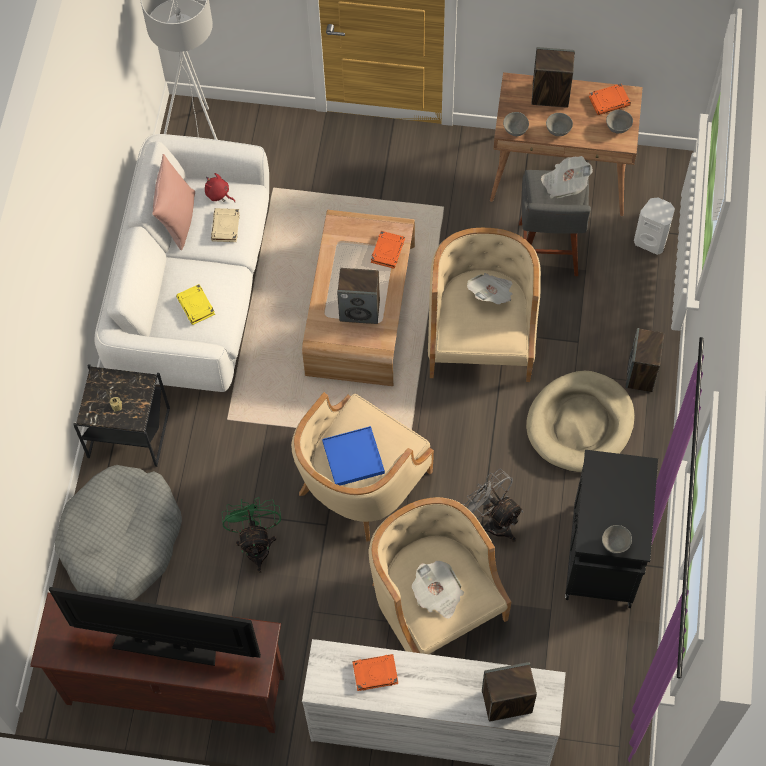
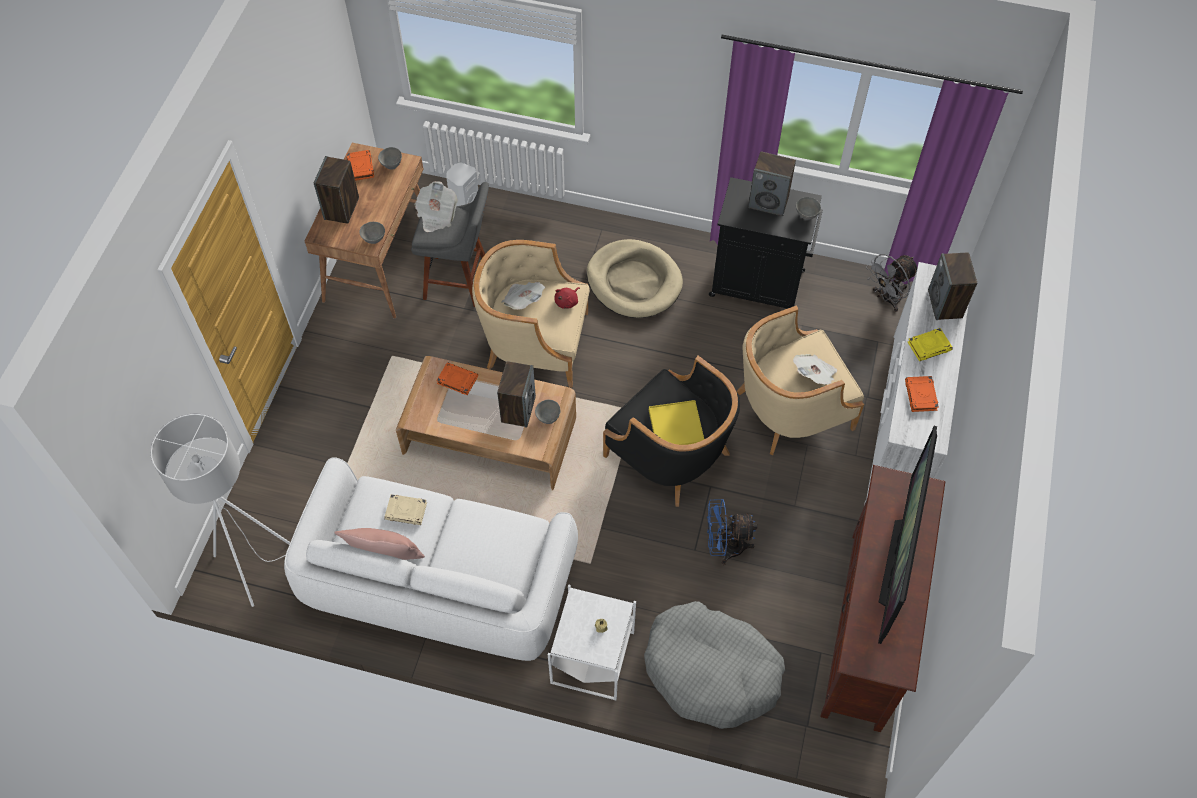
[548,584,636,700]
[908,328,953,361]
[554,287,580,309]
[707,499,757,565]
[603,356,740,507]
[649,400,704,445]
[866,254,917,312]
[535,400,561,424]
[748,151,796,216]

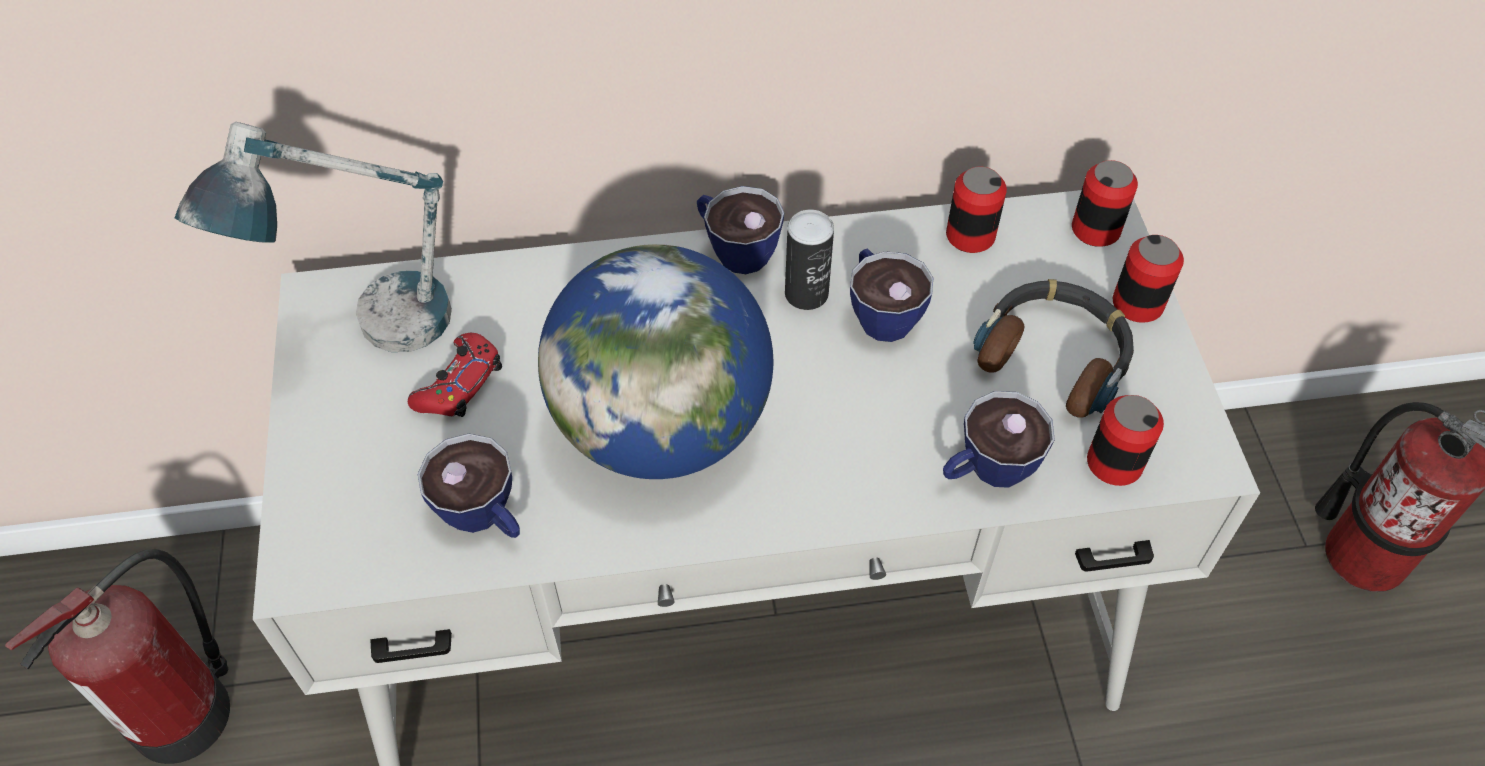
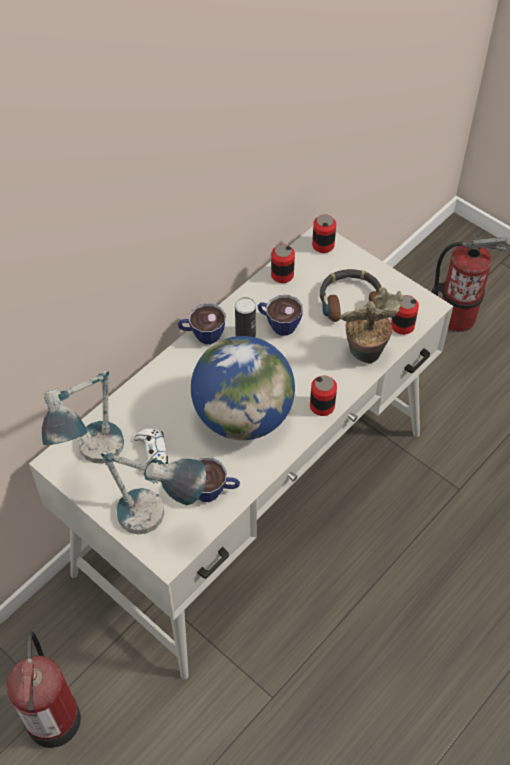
[134,429,168,475]
[339,287,403,363]
[310,376,337,416]
[101,451,206,534]

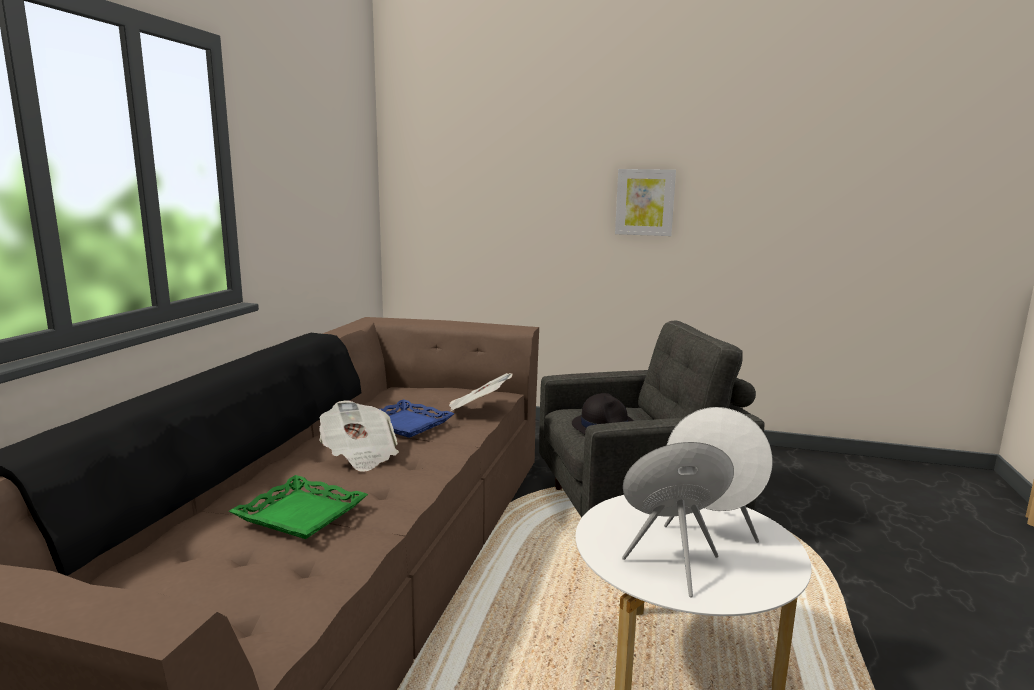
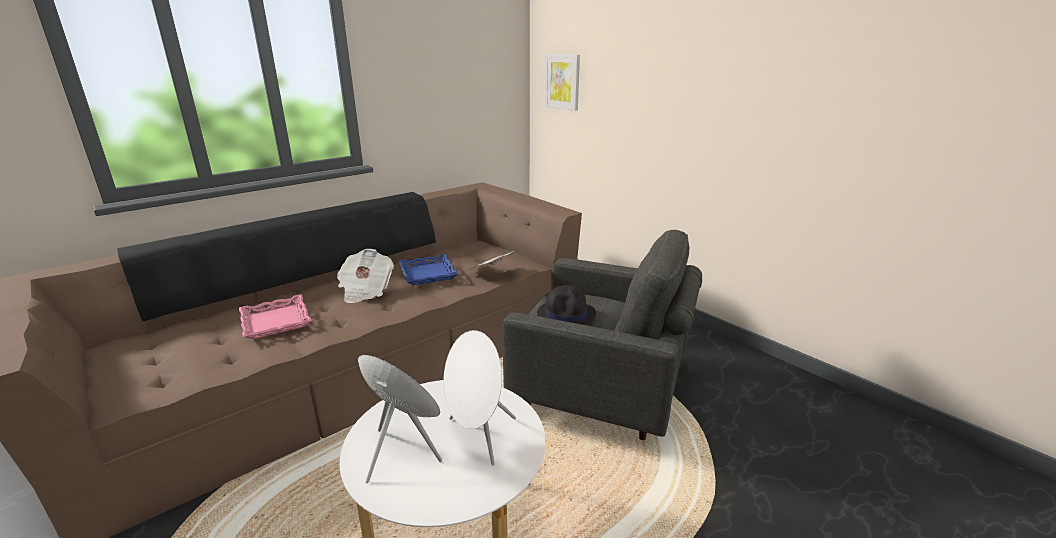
[239,294,312,339]
[545,54,580,111]

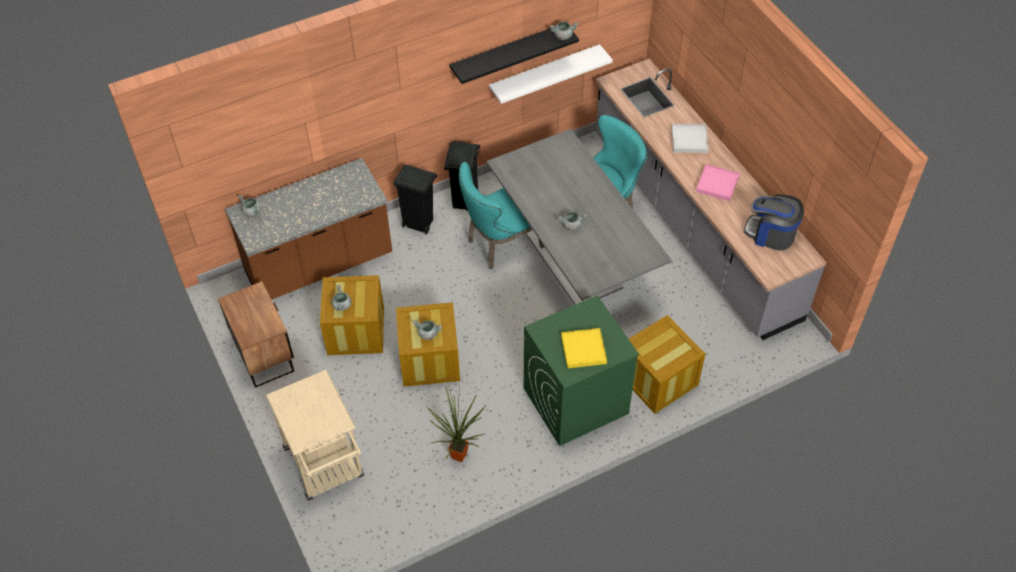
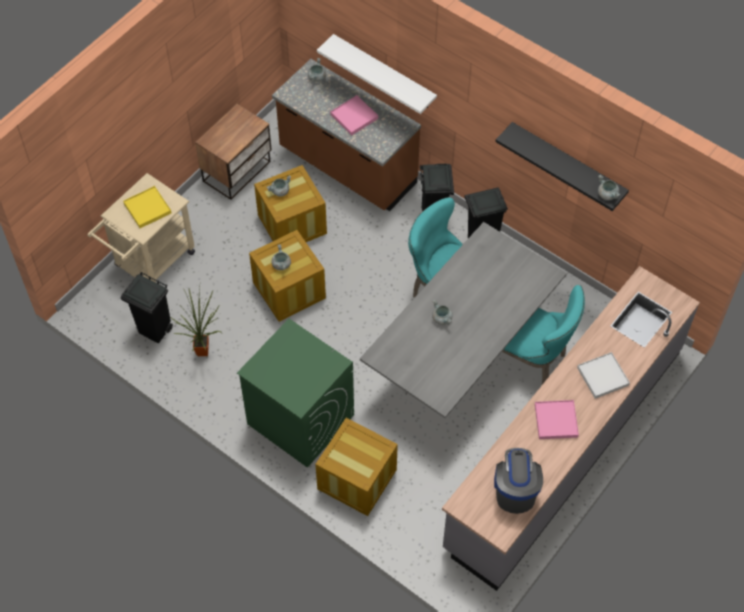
[317,34,437,114]
[123,186,171,228]
[120,272,173,343]
[330,95,378,136]

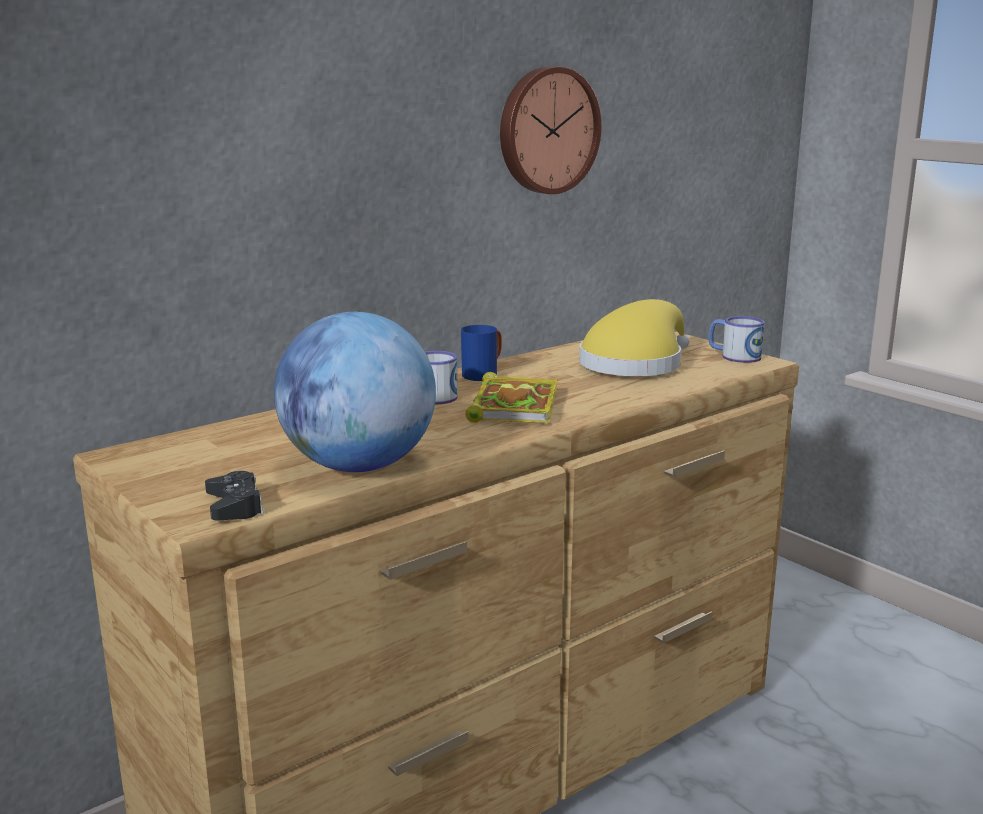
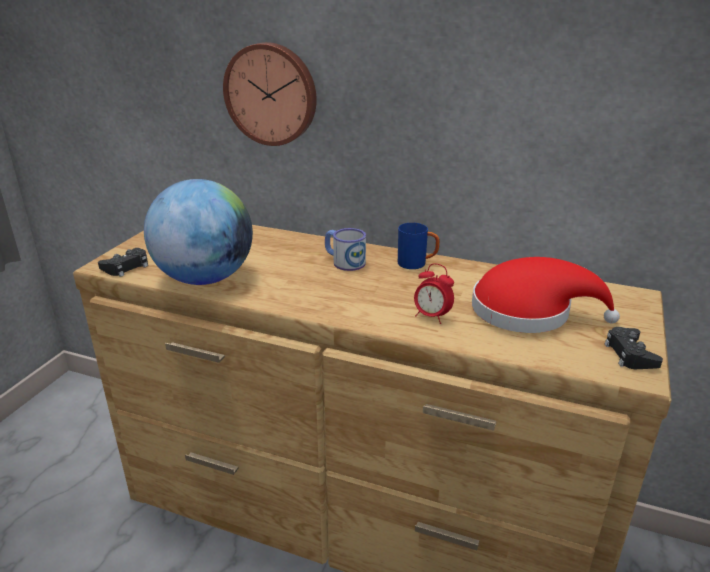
[465,372,558,423] (first image)
[223,42,317,146]
[472,257,620,333]
[605,327,663,369]
[414,263,454,324]

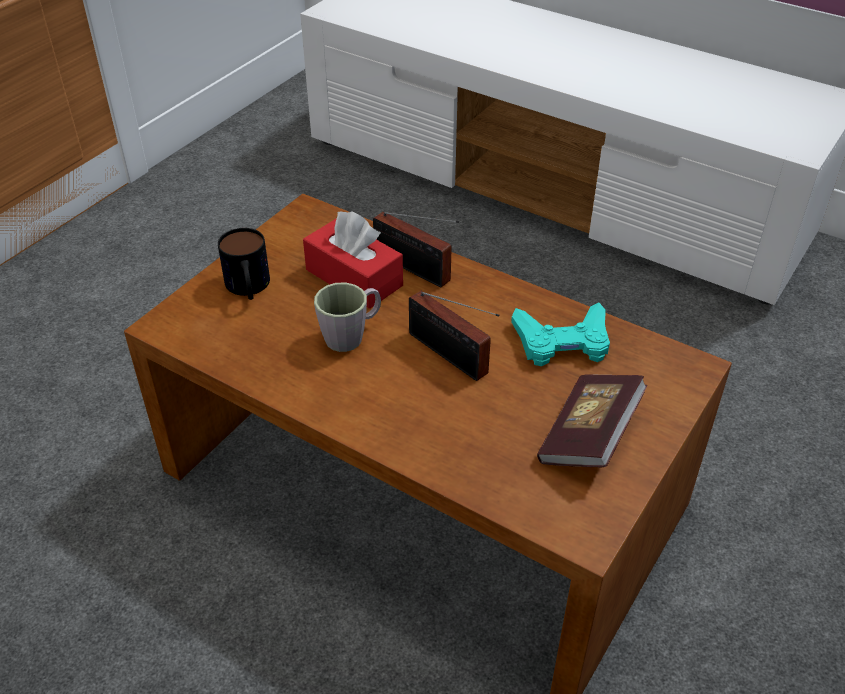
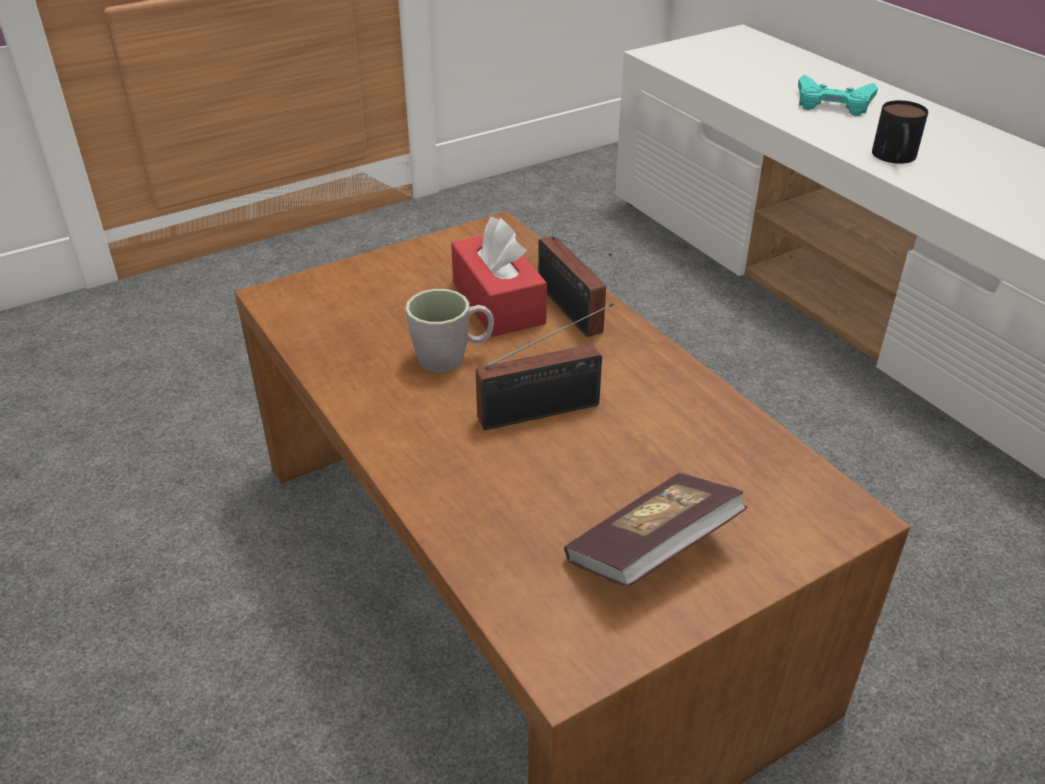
[872,100,928,164]
[476,303,614,430]
[798,75,878,116]

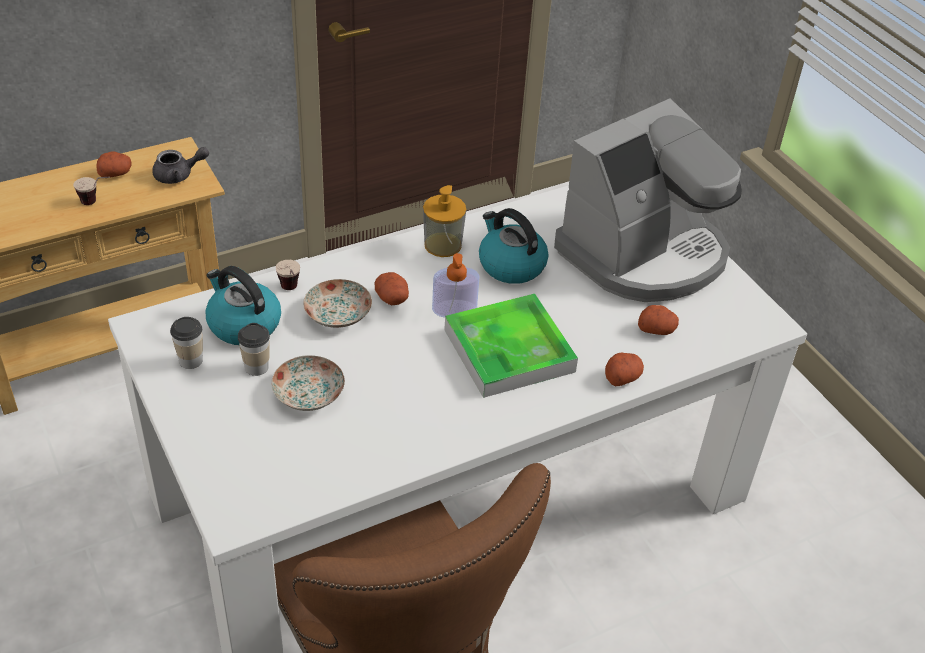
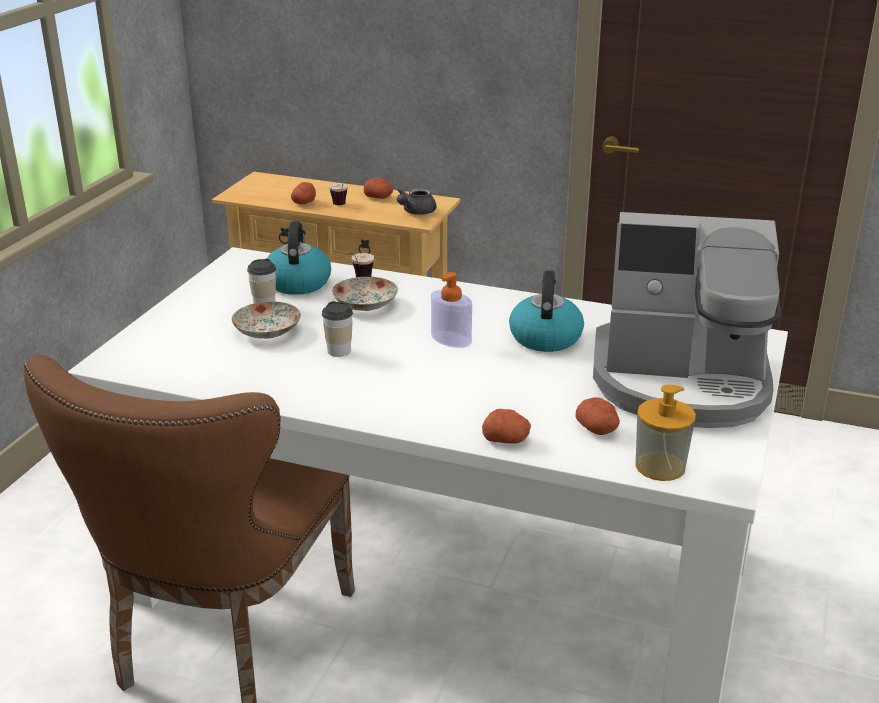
[397,188,436,215]
[322,301,353,357]
[291,182,316,204]
[635,385,696,481]
[444,294,578,398] (first image)

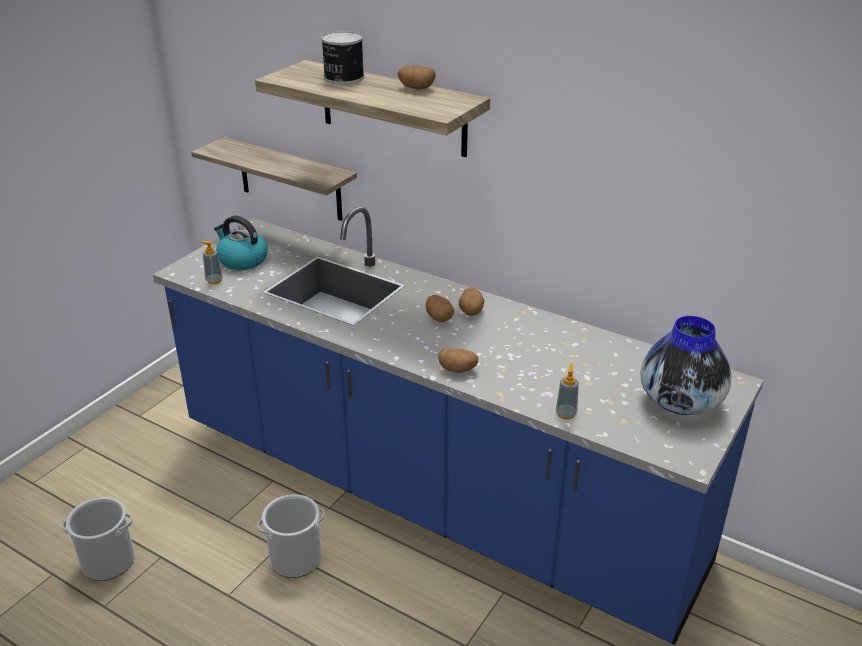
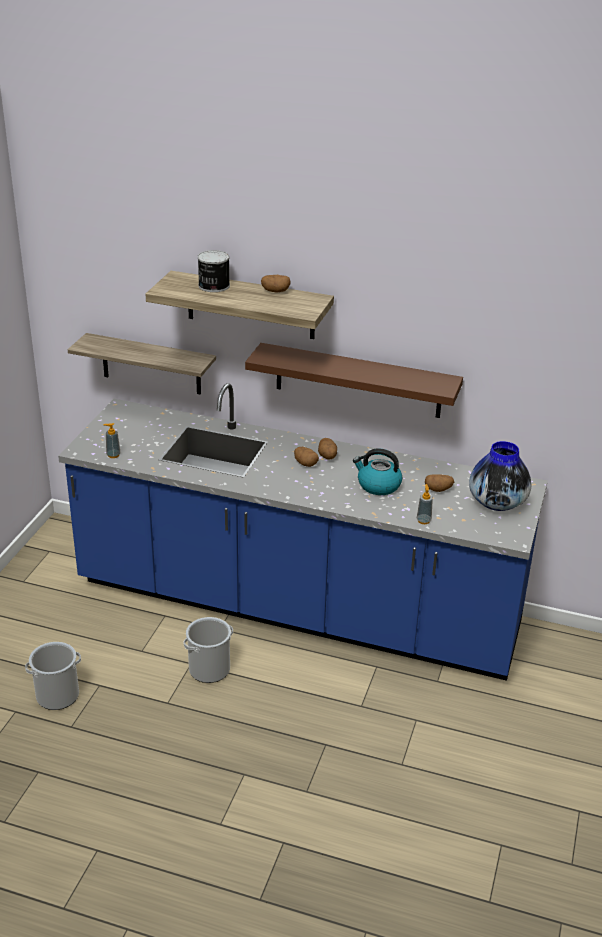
[353,448,402,495]
[425,474,454,492]
[245,343,463,418]

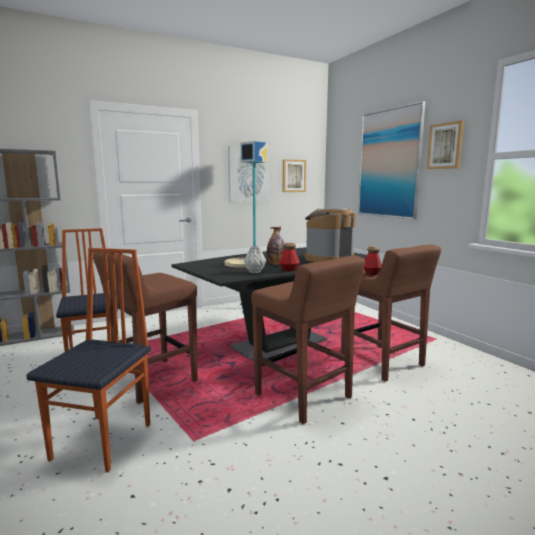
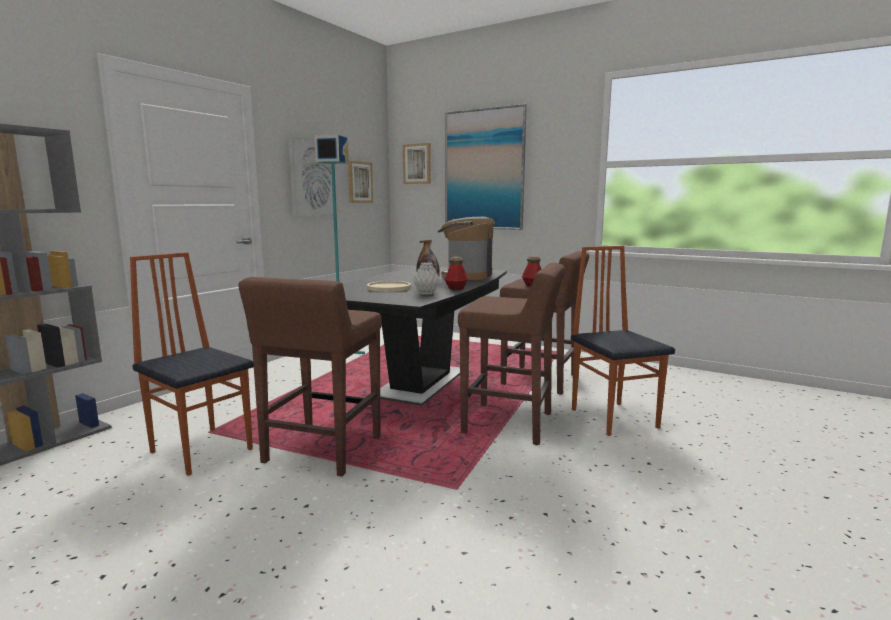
[571,246,675,436]
[403,143,431,184]

